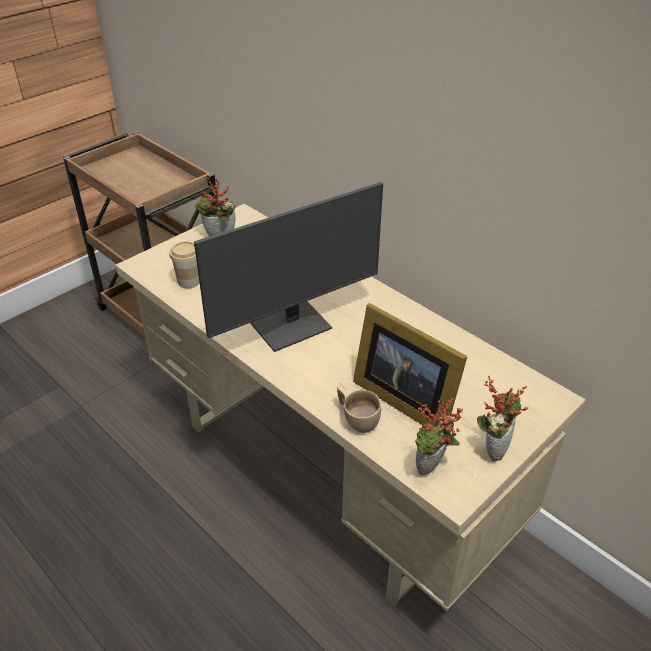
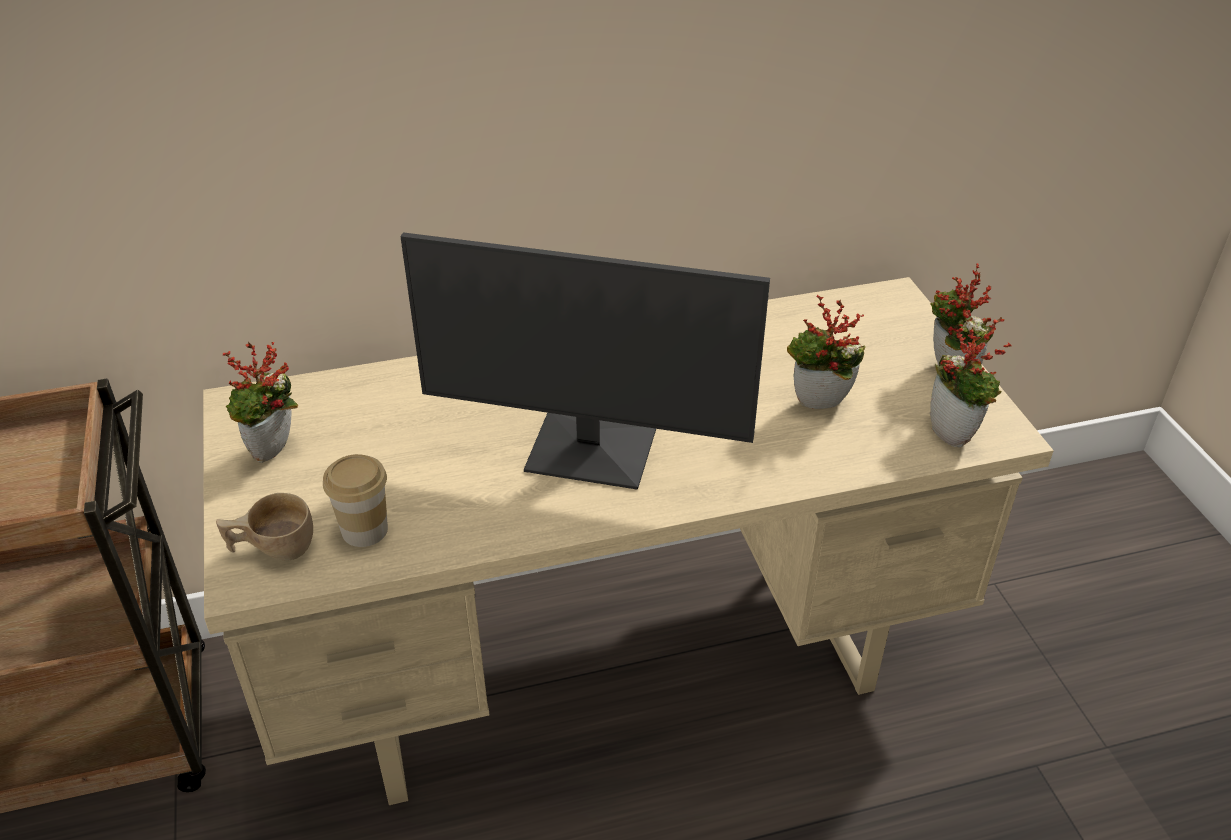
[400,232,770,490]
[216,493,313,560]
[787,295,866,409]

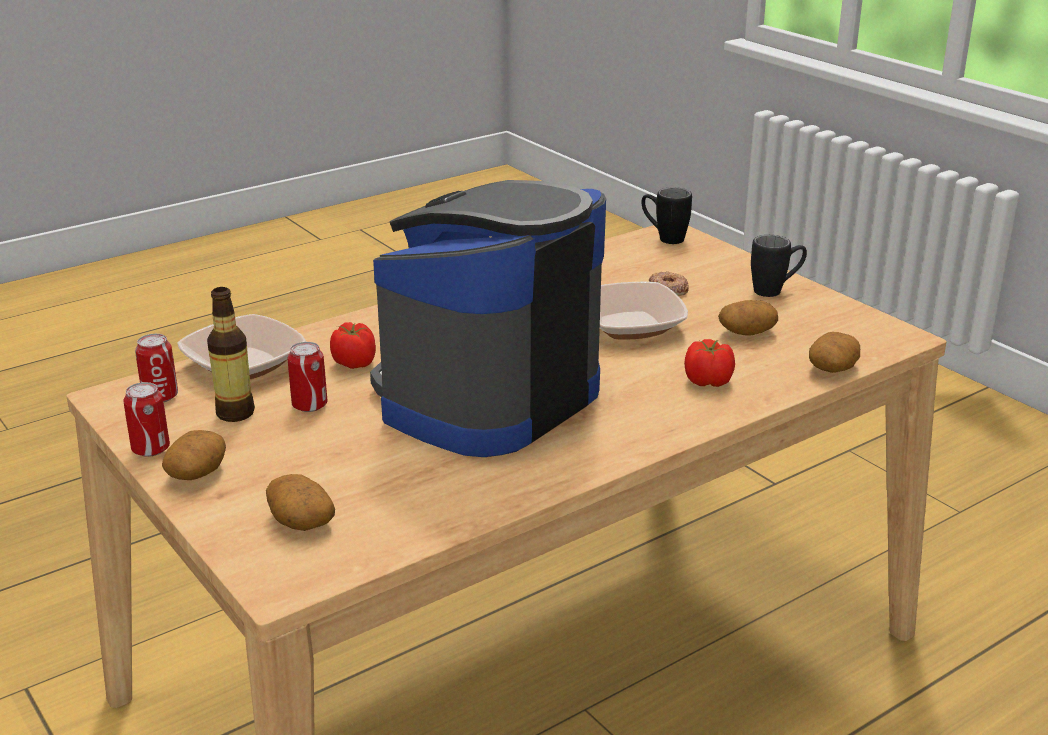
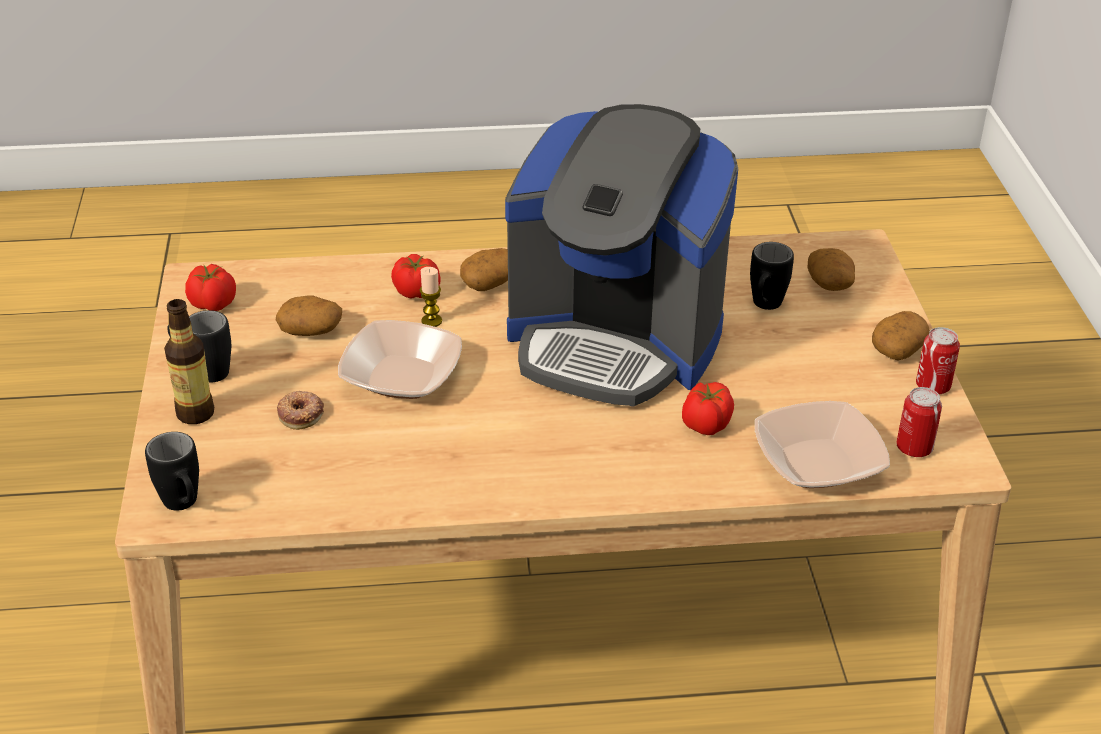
[164,299,214,424]
[287,342,328,412] (first image)
[505,104,738,406]
[460,248,508,291]
[185,264,236,311]
[420,267,442,327]
[750,242,794,310]

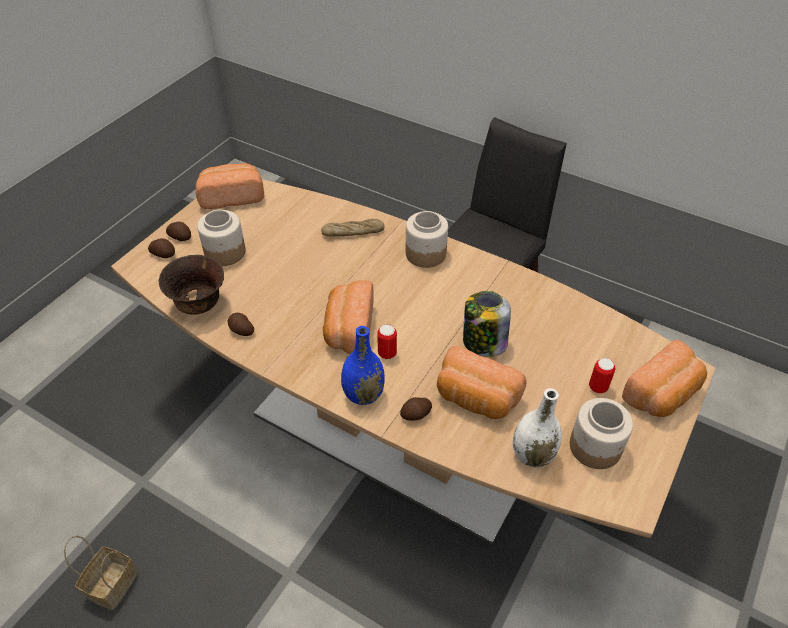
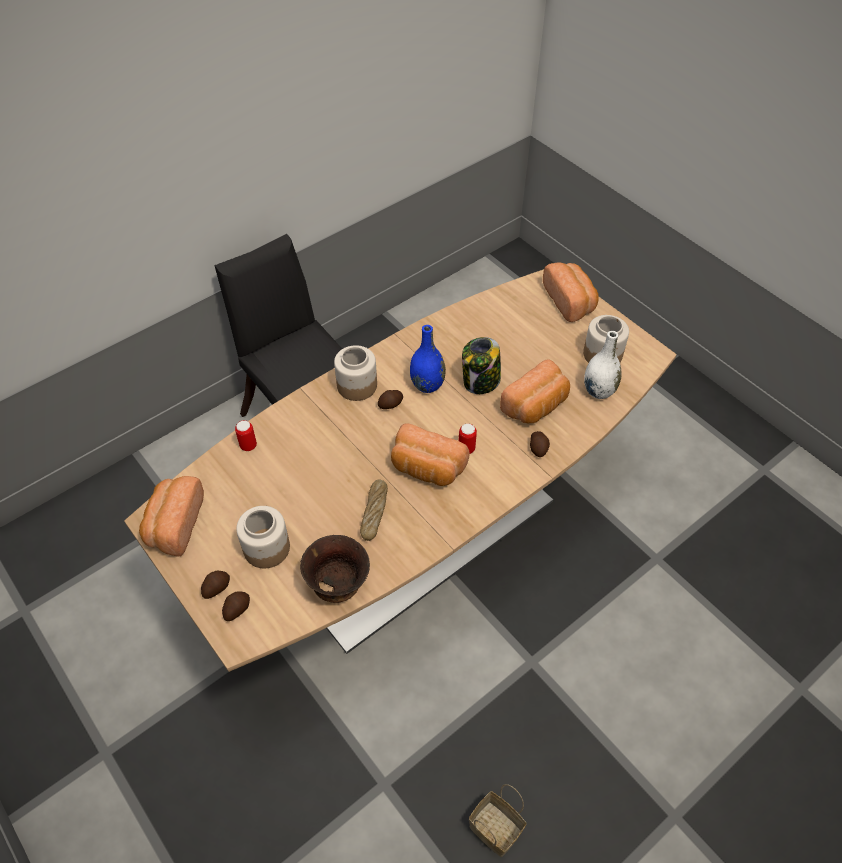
[378,390,403,409]
[360,480,388,541]
[410,325,446,393]
[235,420,257,451]

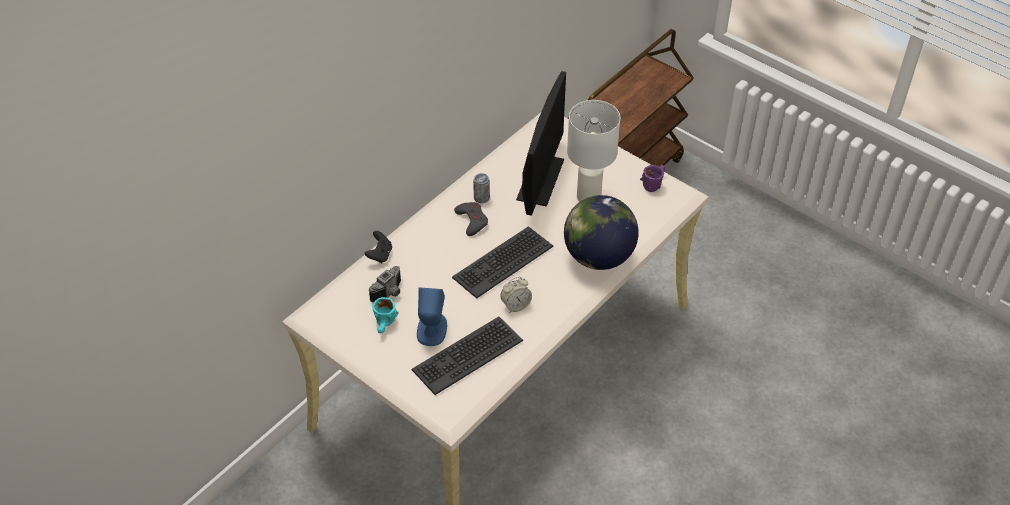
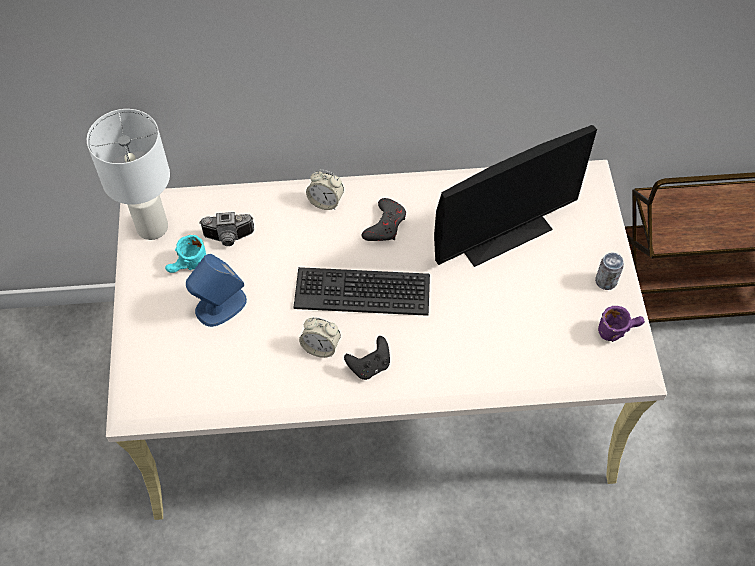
[344,336,390,380]
[412,317,523,395] (first image)
[595,252,624,290]
[564,195,639,270] (first image)
[87,109,170,240]
[306,170,344,210]

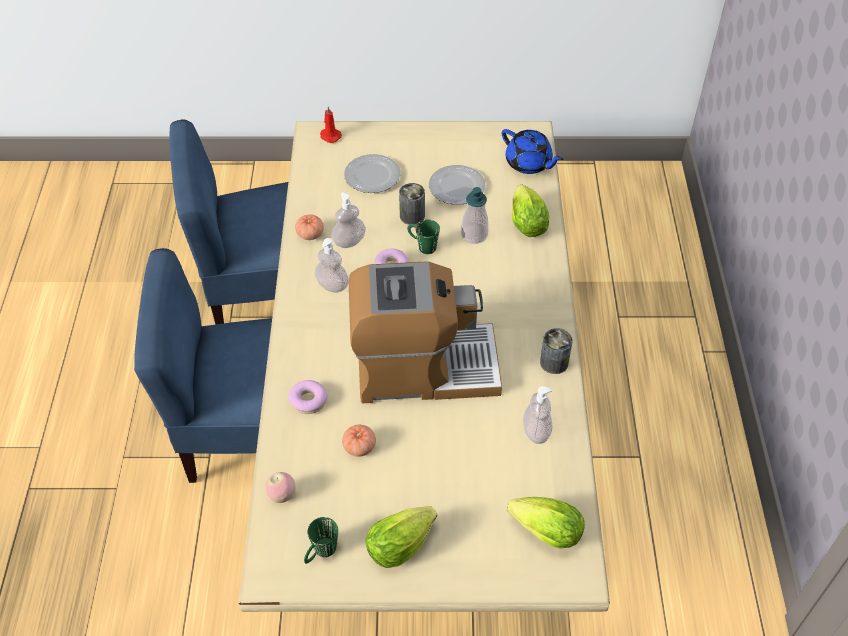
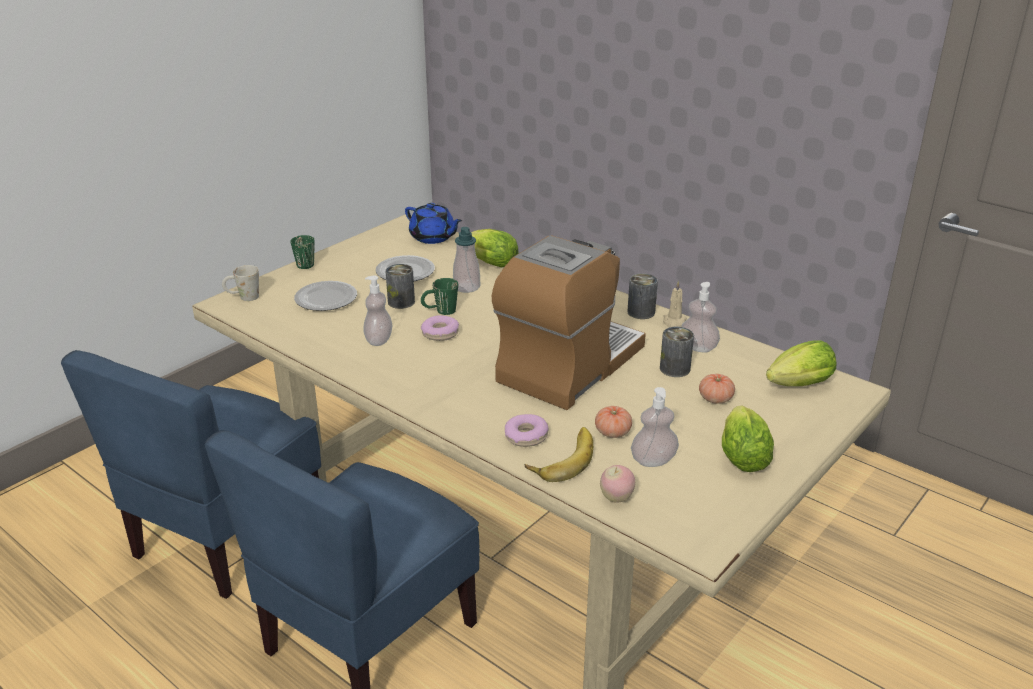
[699,374,735,404]
[290,235,315,269]
[631,387,679,467]
[222,265,259,301]
[405,203,462,244]
[525,427,593,482]
[660,327,694,377]
[663,281,687,327]

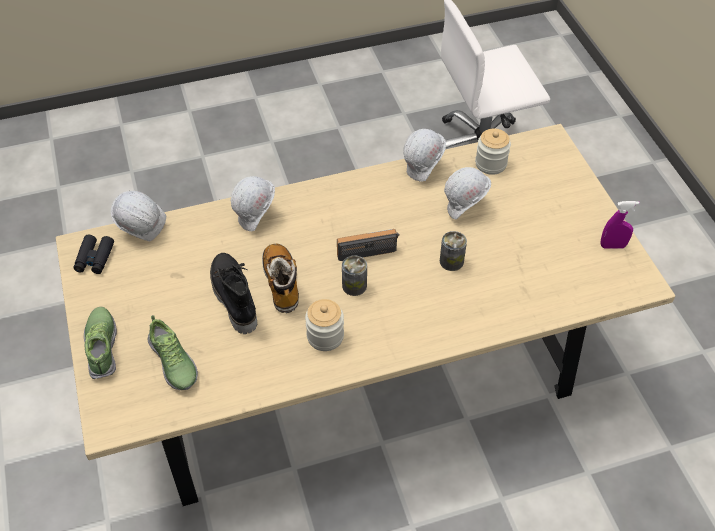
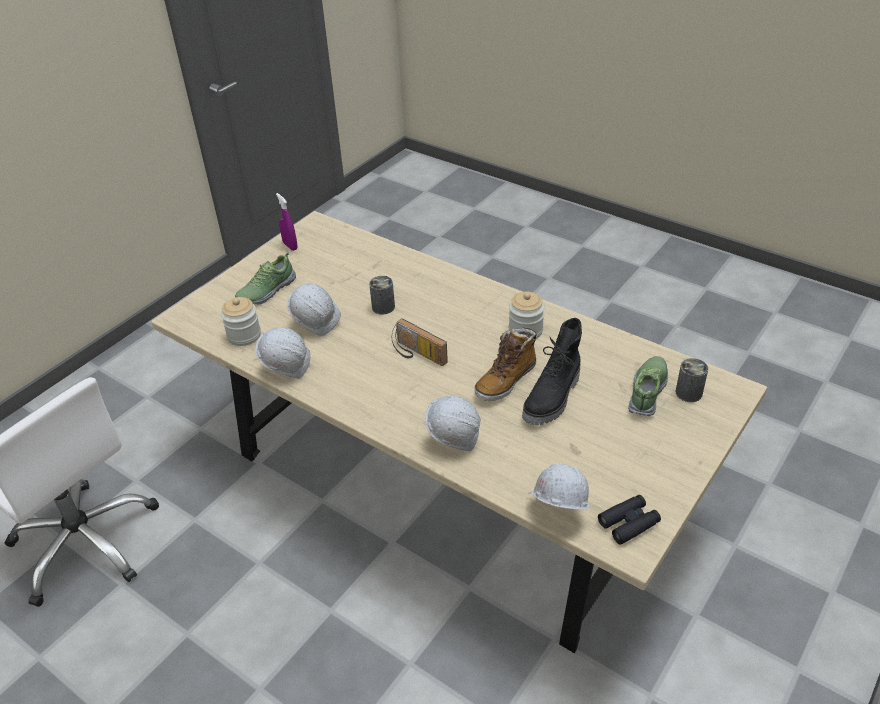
[235,253,296,304]
[675,358,708,402]

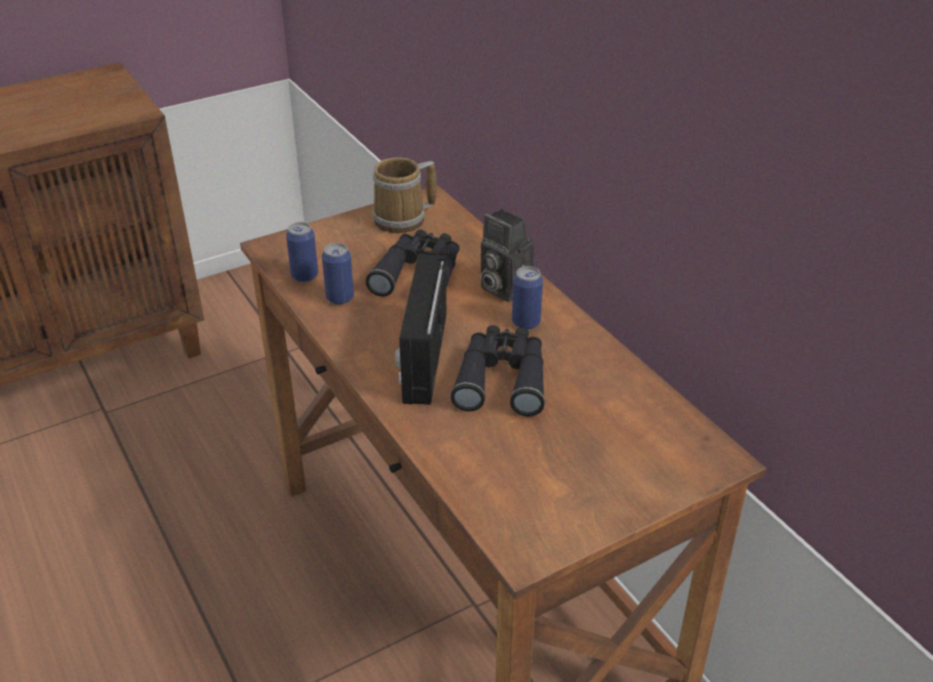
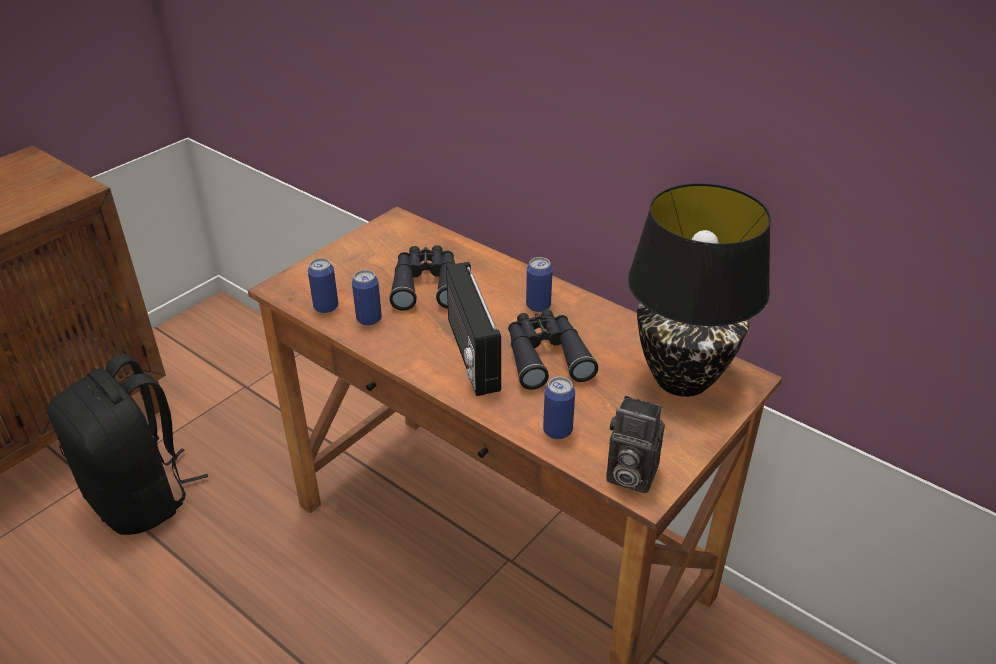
[373,157,436,233] (first image)
[606,396,665,493]
[48,353,208,535]
[543,377,575,439]
[628,183,771,397]

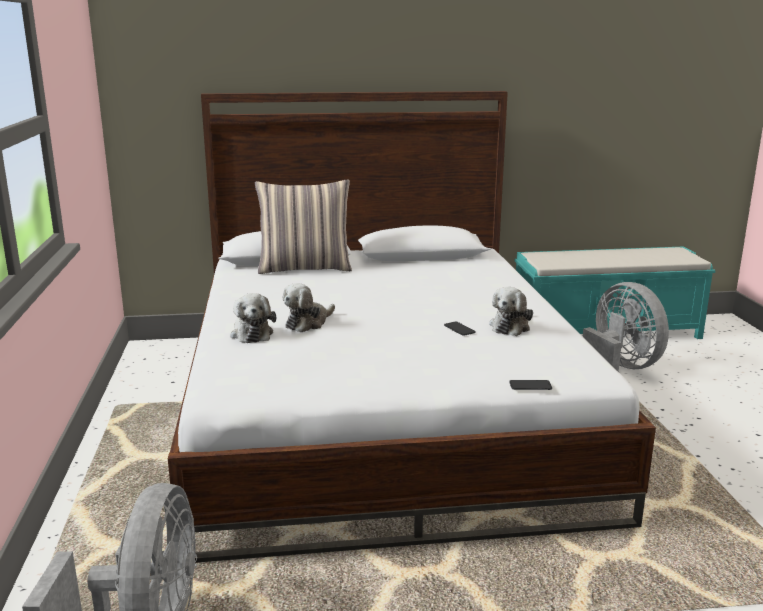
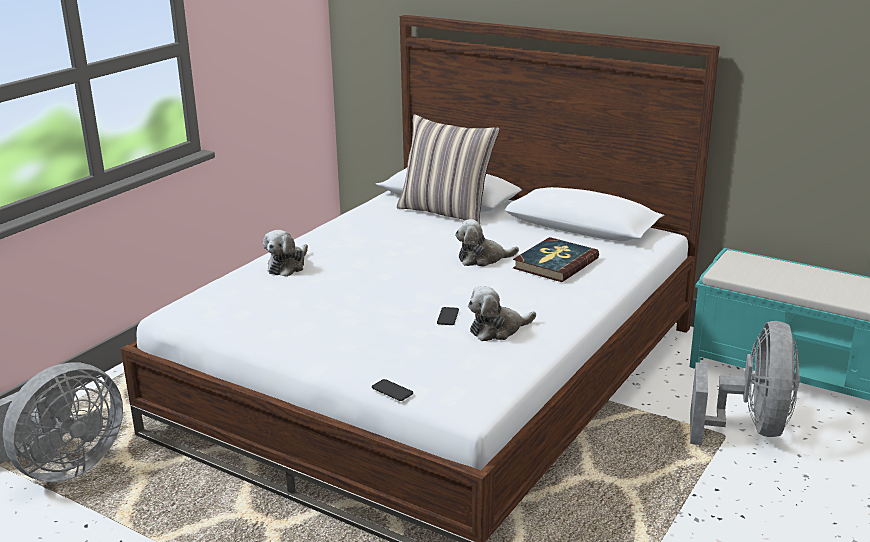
[455,219,519,267]
[513,237,599,282]

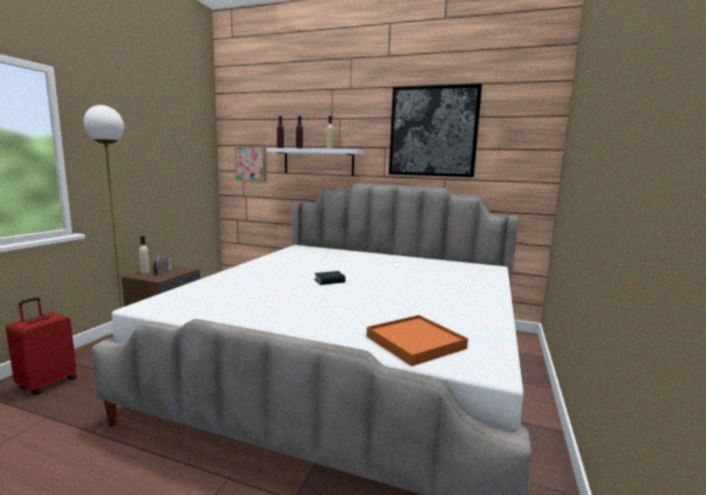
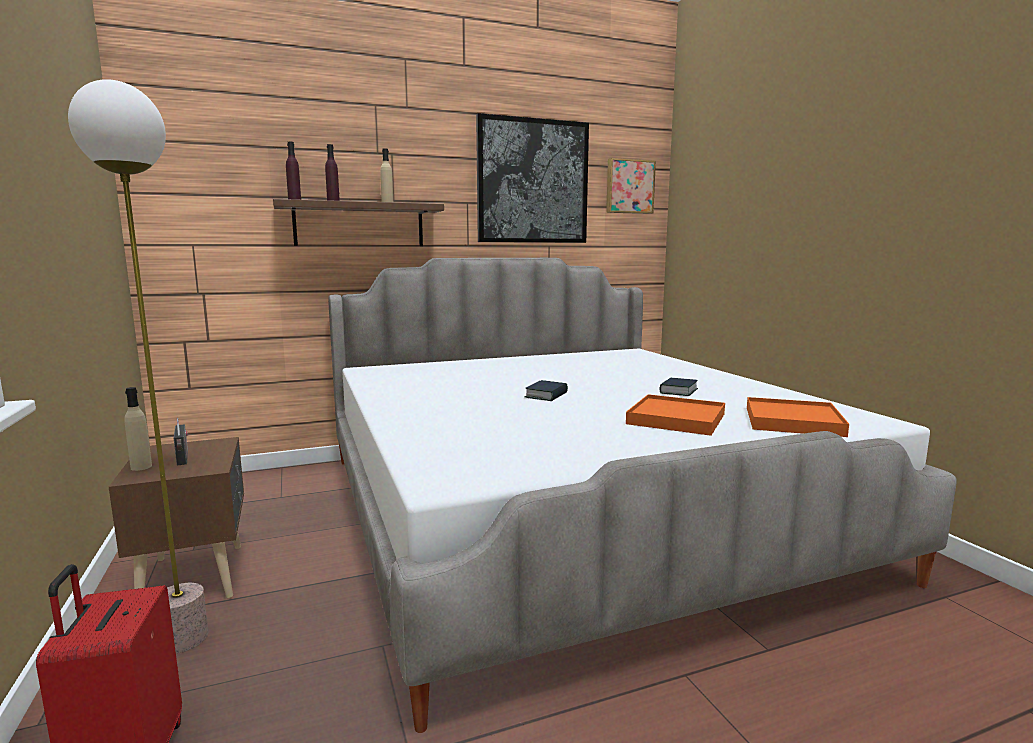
[606,158,656,214]
[273,199,444,246]
[626,394,725,436]
[660,378,698,396]

